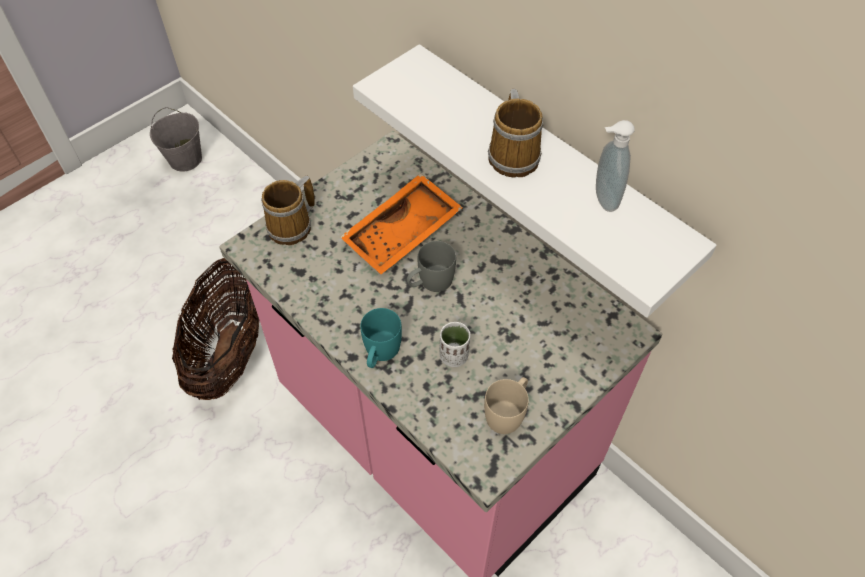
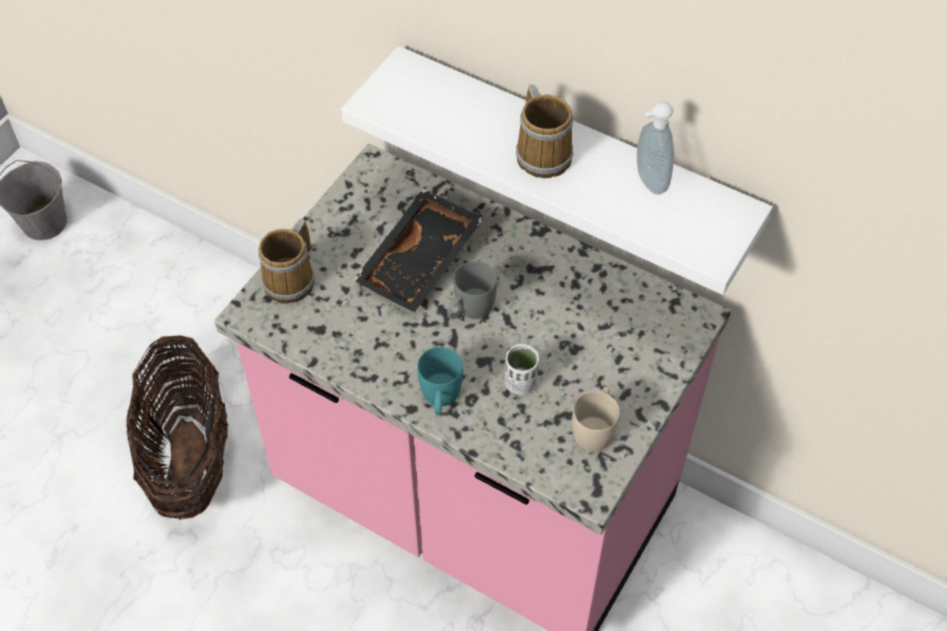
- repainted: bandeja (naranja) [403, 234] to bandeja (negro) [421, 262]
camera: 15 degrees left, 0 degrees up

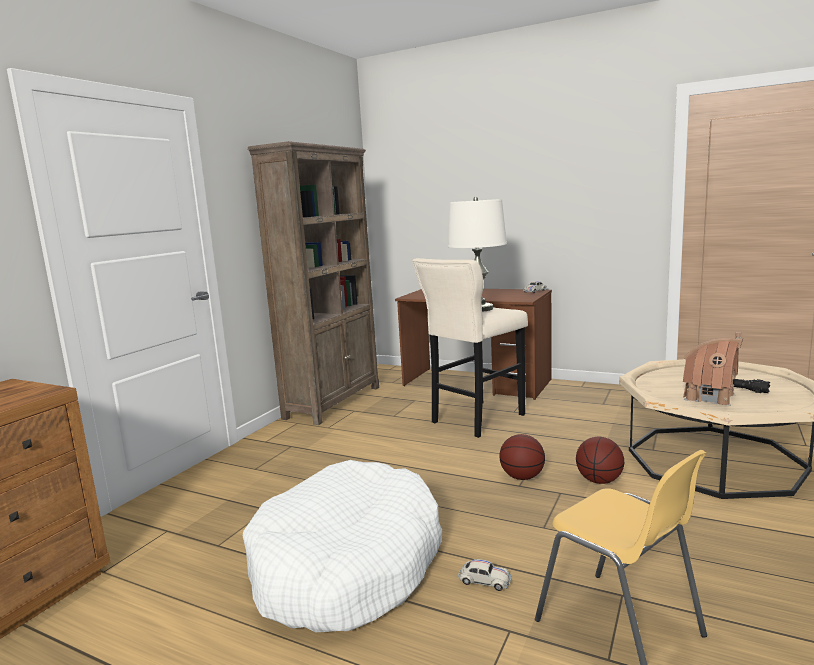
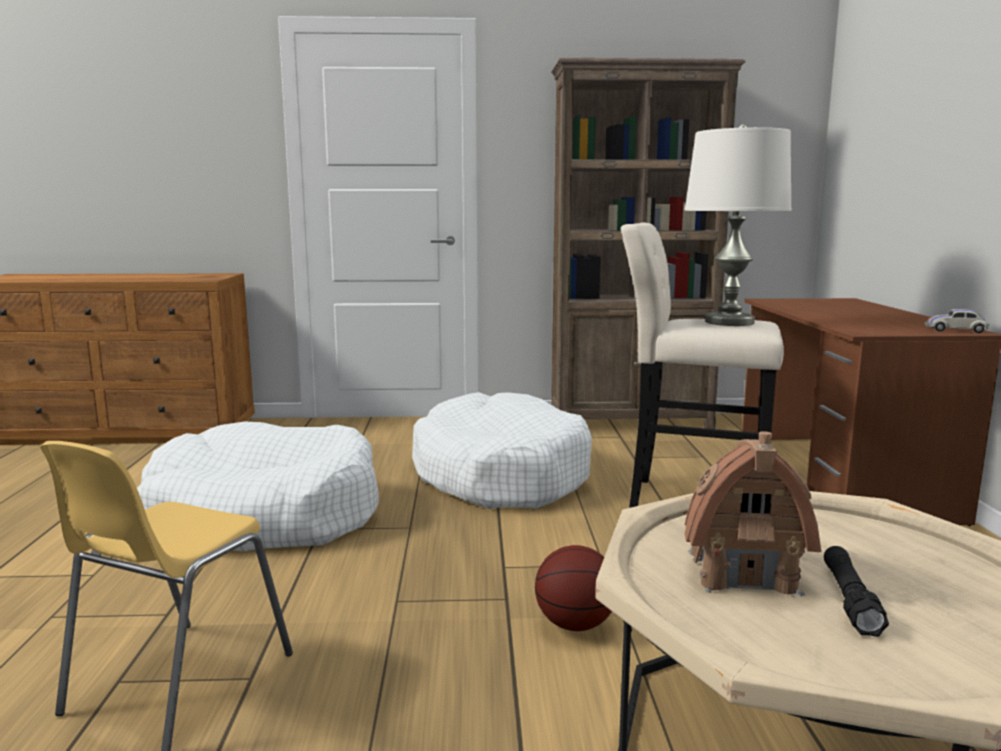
- new: cama para perro (blanco) [500, 475]
- gone: coche de juguete (blanco) [484, 581]
- gone: balón de baloncesto [522, 477]
camera: 60 degrees right, 0 degrees up

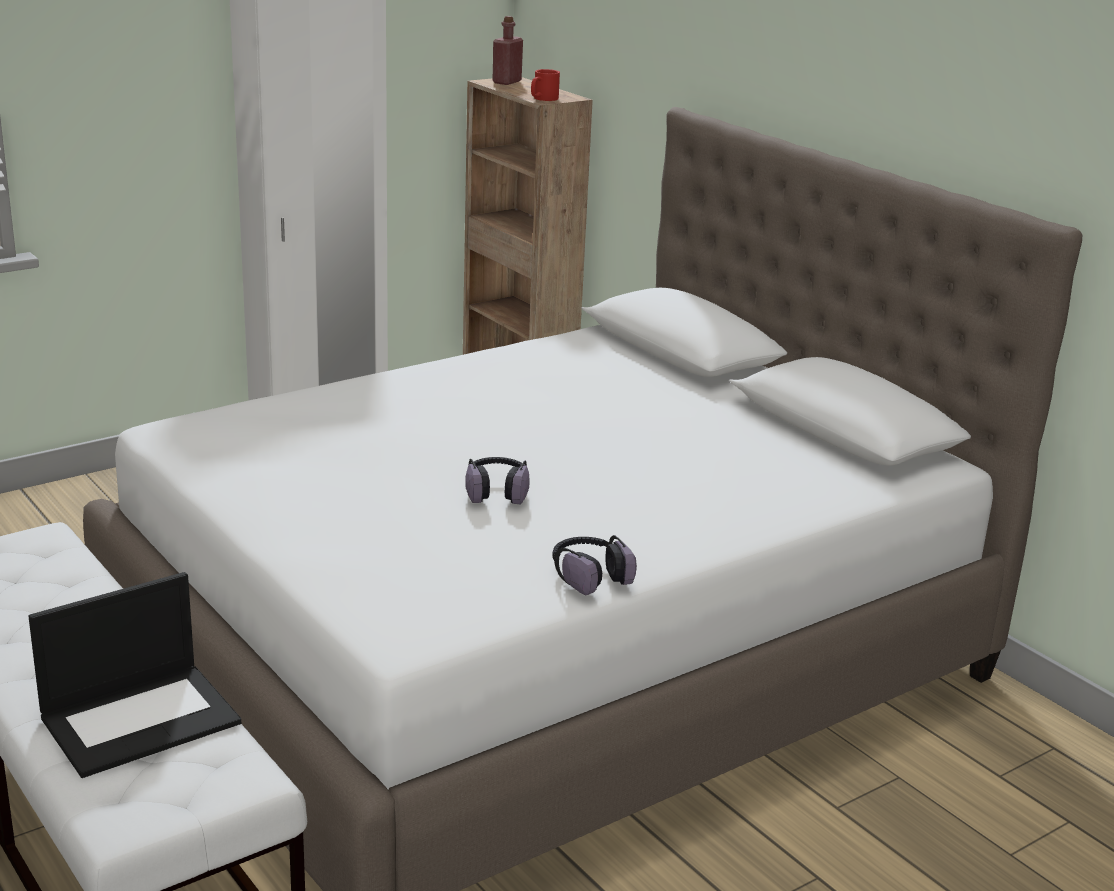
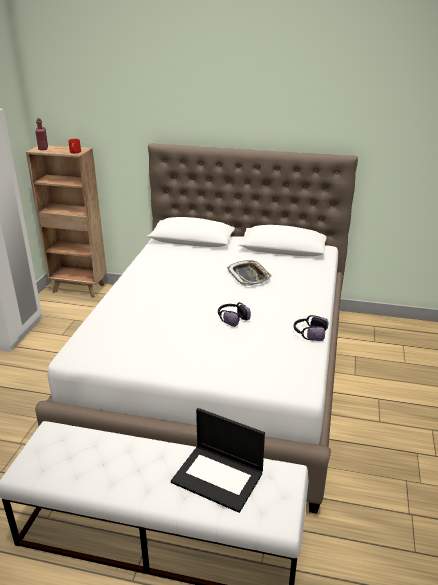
- rotated: portátil [141, 718] = [219, 477] 105 degrees clockwise
- new: bandeja [249, 276]
camera: 40 degrees left, 5 degrees up

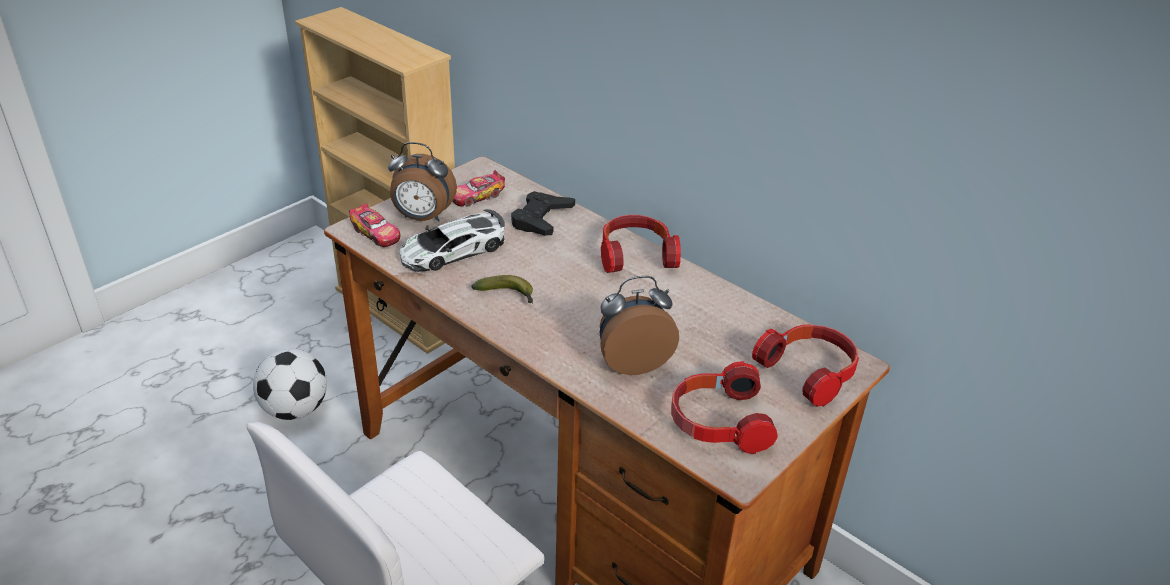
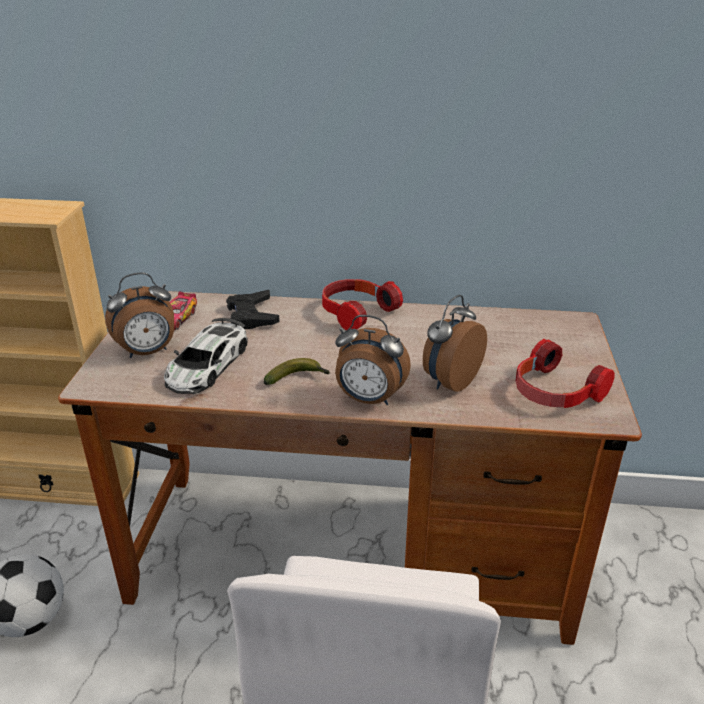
- new: despertador [369, 400]
- gone: coche de juguete [376, 234]
- gone: auriculares [810, 372]
camera: 35 degrees left, 5 degrees down

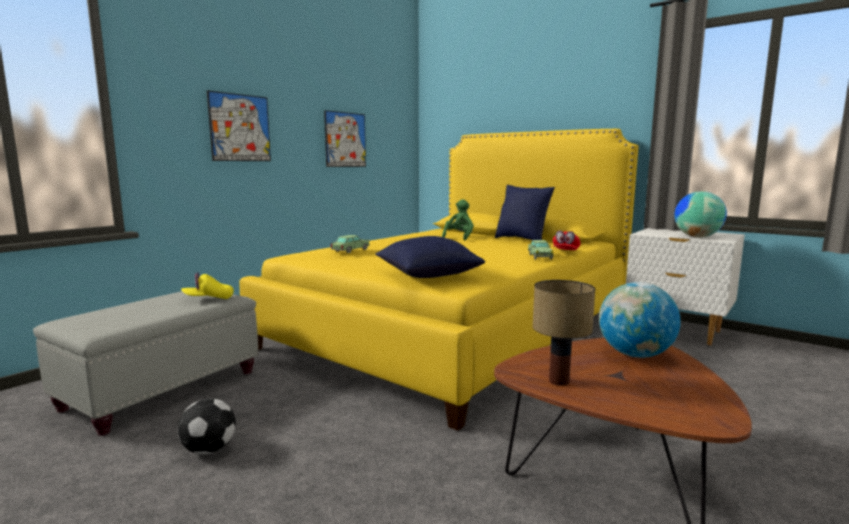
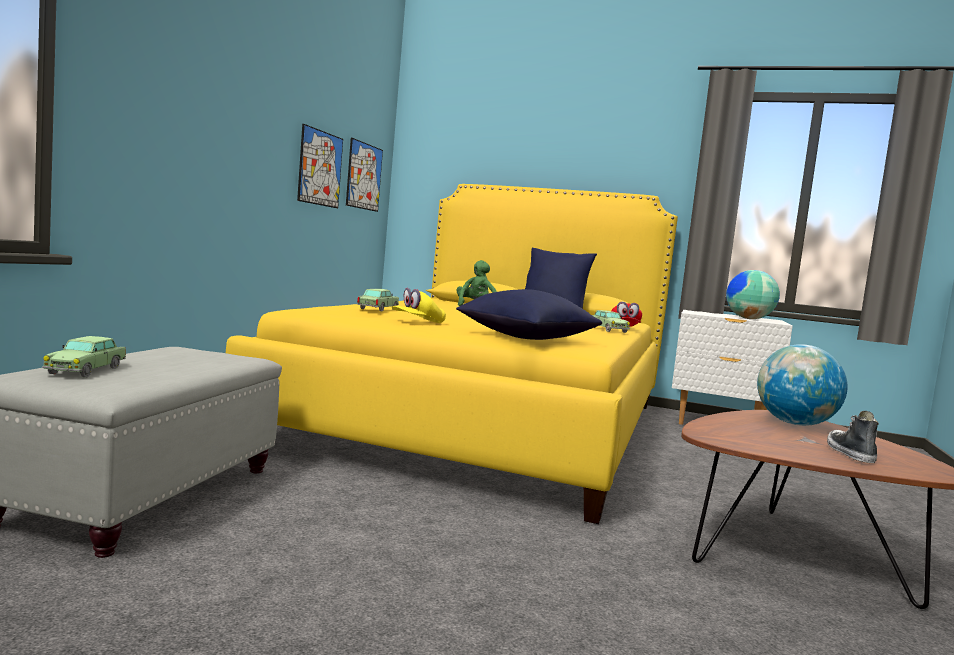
- new: coche de juguete [86, 370]
- shifted: cuadro [240, 128] to [364, 176]
- shifted: gorra (amarillo) [208, 299] to [418, 322]
- new: zapato [849, 453]
- gone: balón de fútbol [210, 450]
- gone: lámpara de mesa [559, 382]
camera: 20 degrees left, 5 degrees down

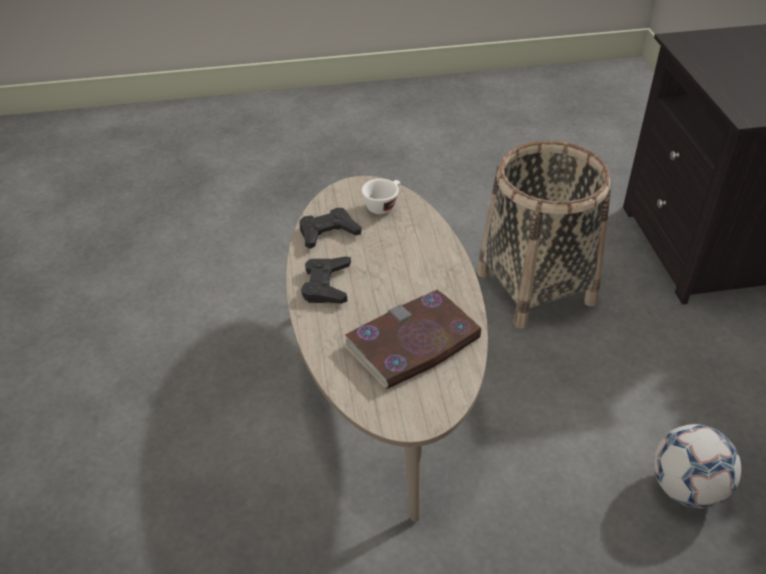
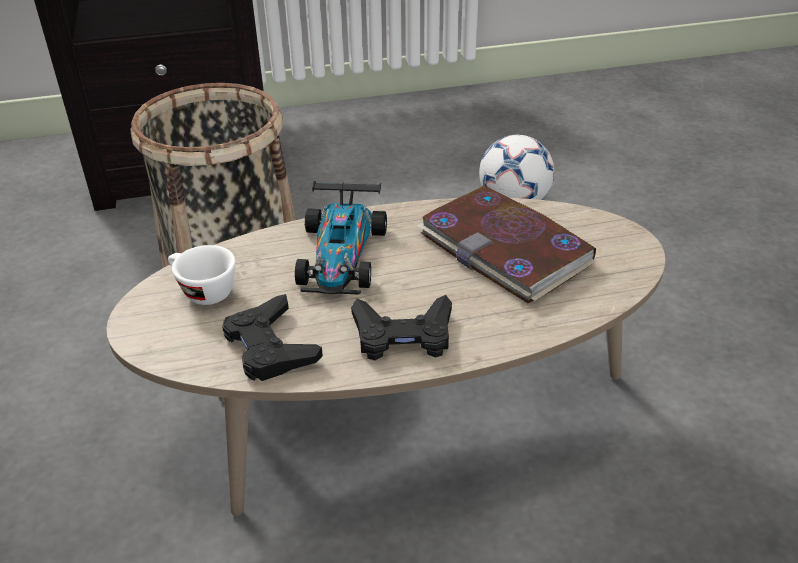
- new: coche de juguete [341, 255]
camera: 95 degrees left, 5 degrees down

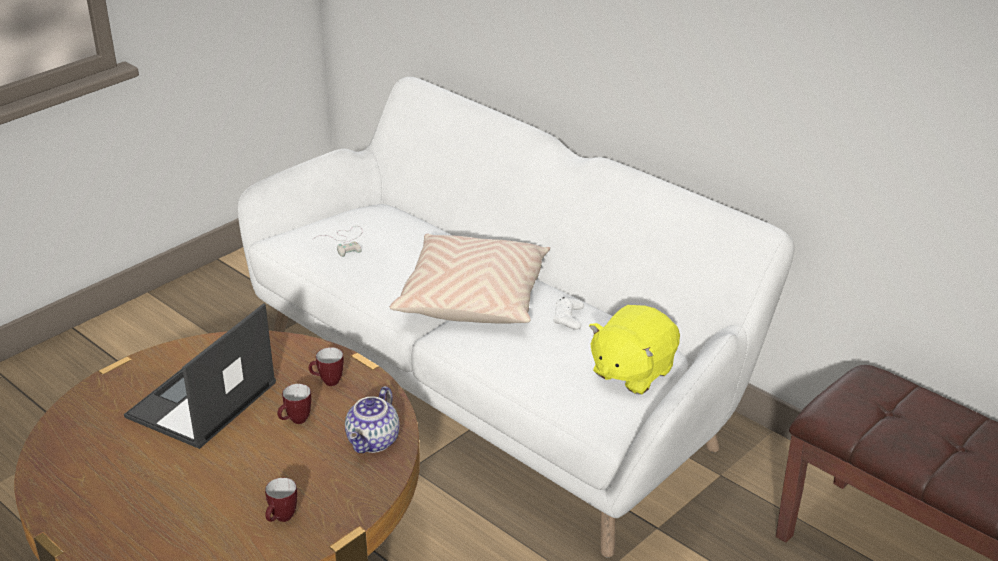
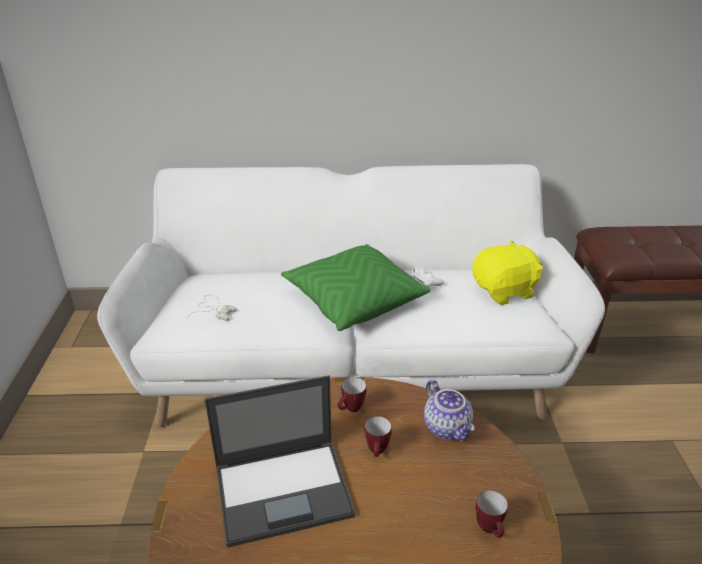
- rotated: portátil [201, 401] = [284, 490] 90 degrees counterclockwise
- repainted: cojín (beis) [473, 298] to cojín (verde) [353, 300]
- rotated: peluche (amarillo) [632, 372] = [504, 291] 105 degrees counterclockwise
camera: 45 degrees left, 0 degrees up

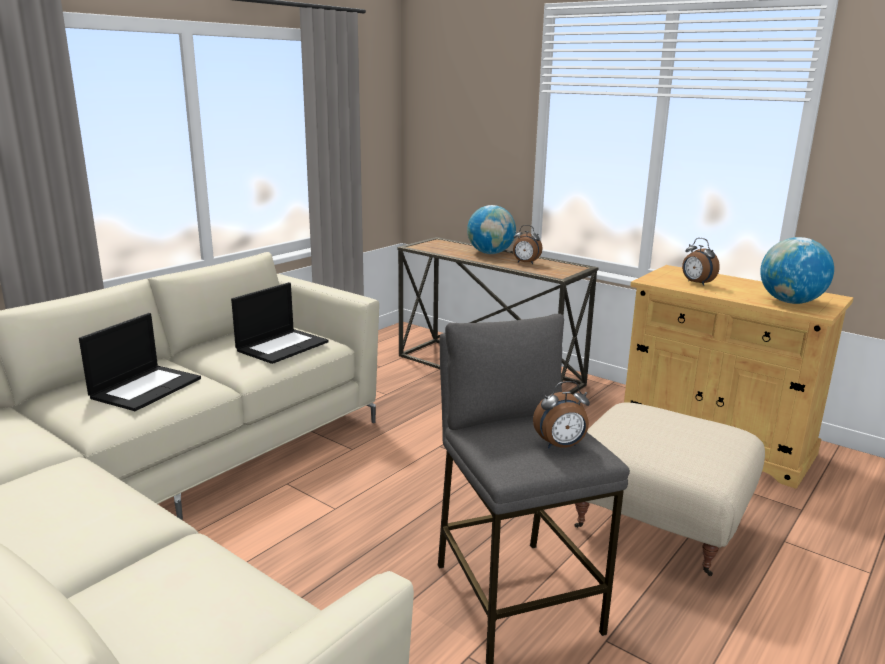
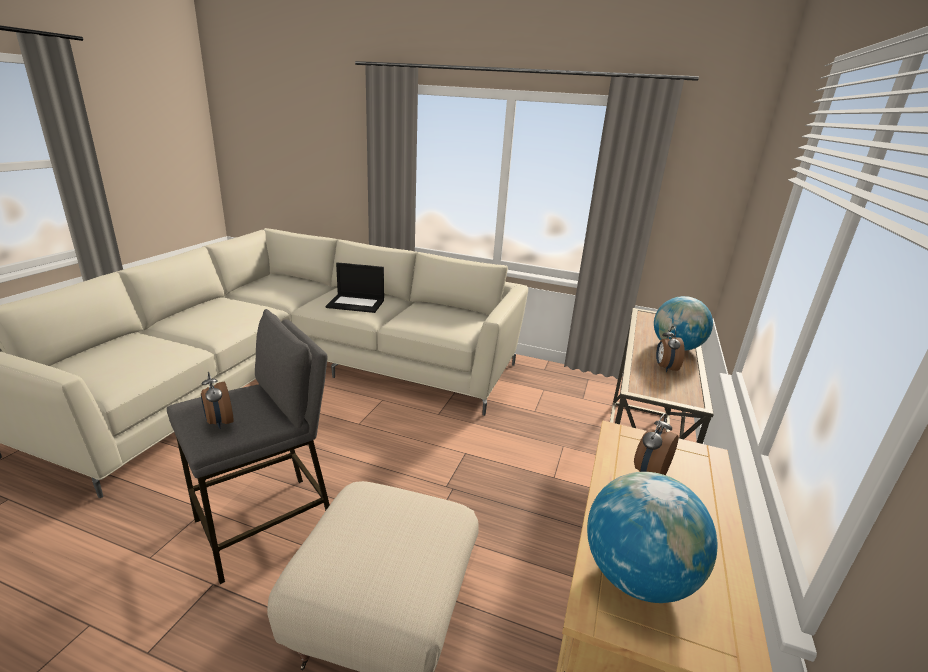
- gone: portátil [282, 346]
camera: 70 degrees right, 5 degrees up

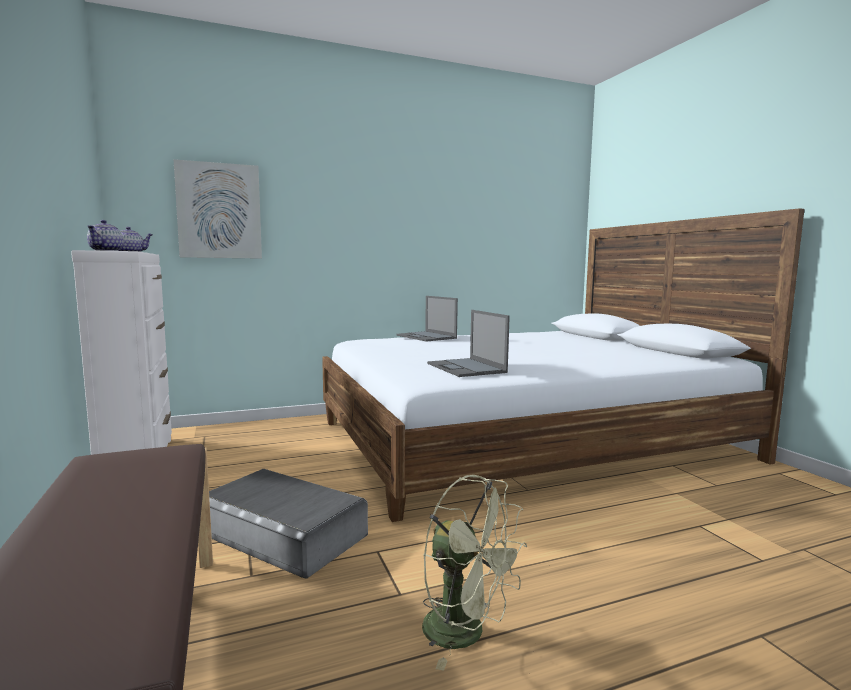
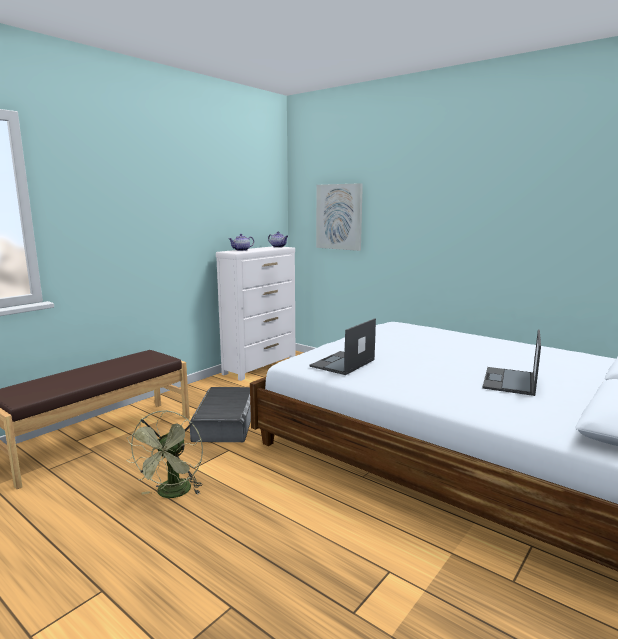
- shifted: portátil [427, 337] to [510, 381]
camera: 60 degrees right, 5 degrees up

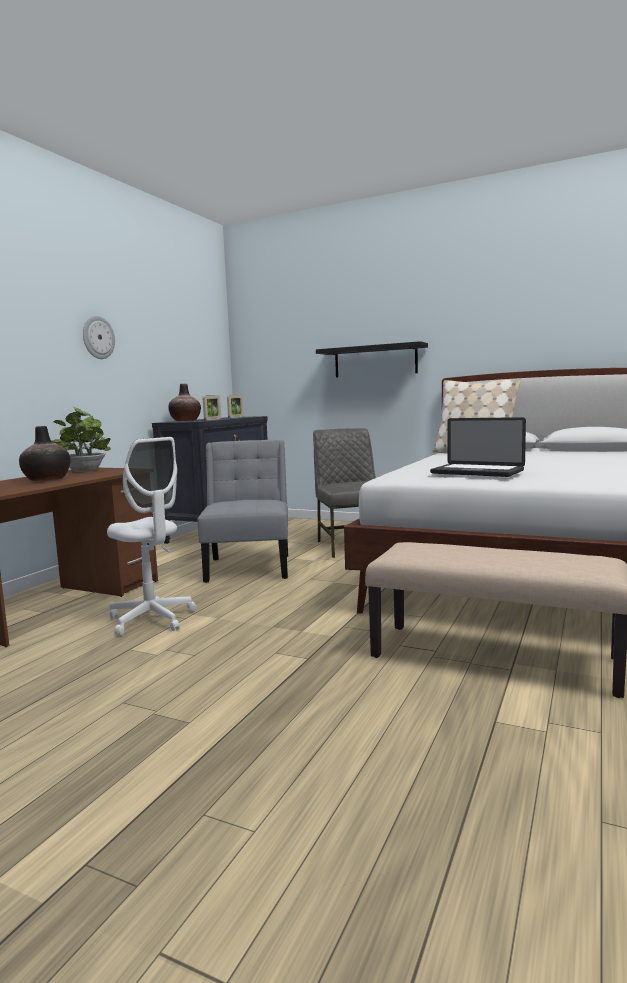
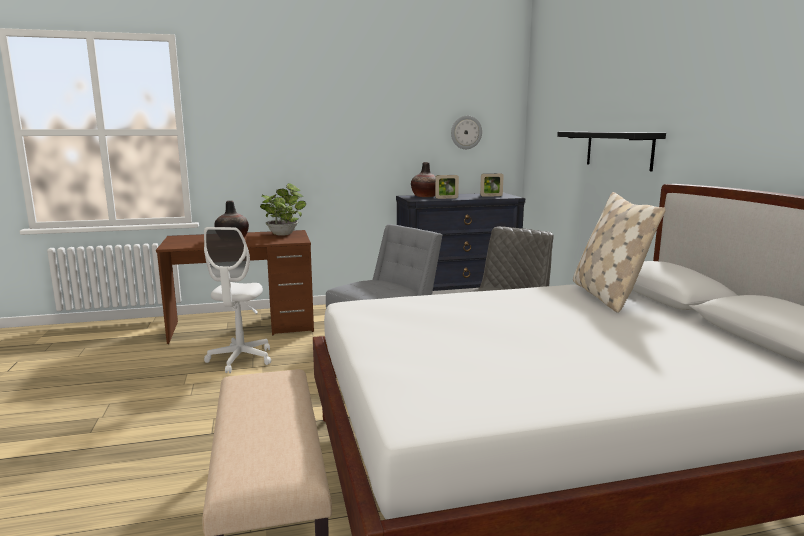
- shifted: reloj de pared [98, 337] to [466, 132]
- gone: portátil [477, 472]
camera: 50 degrees right, 5 degrees up

